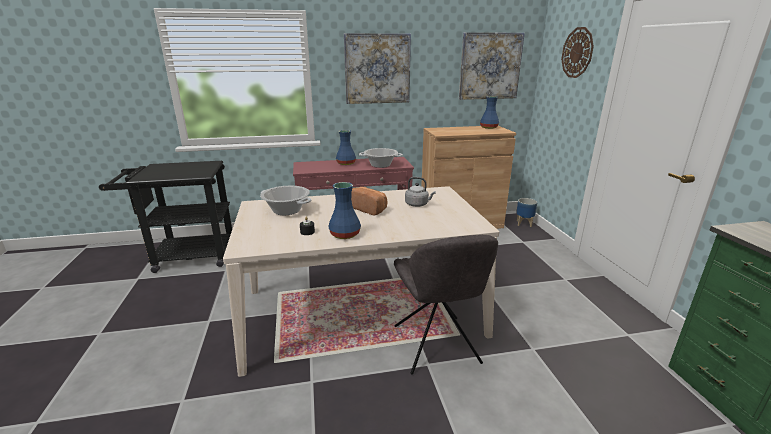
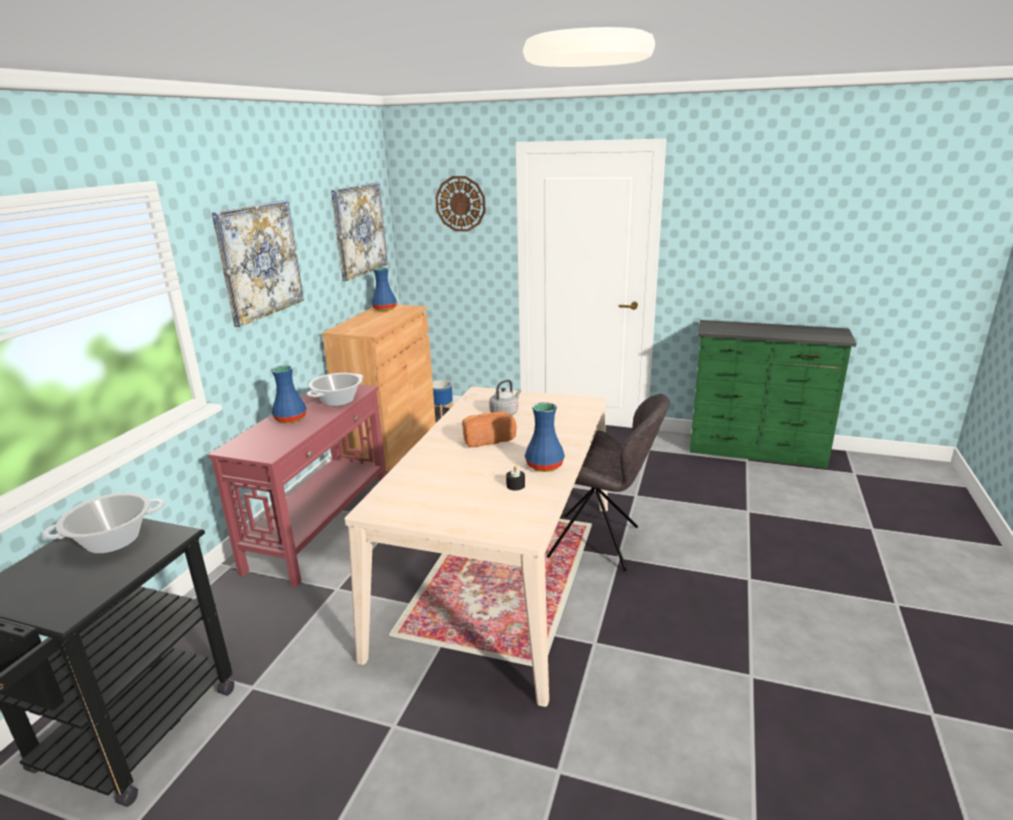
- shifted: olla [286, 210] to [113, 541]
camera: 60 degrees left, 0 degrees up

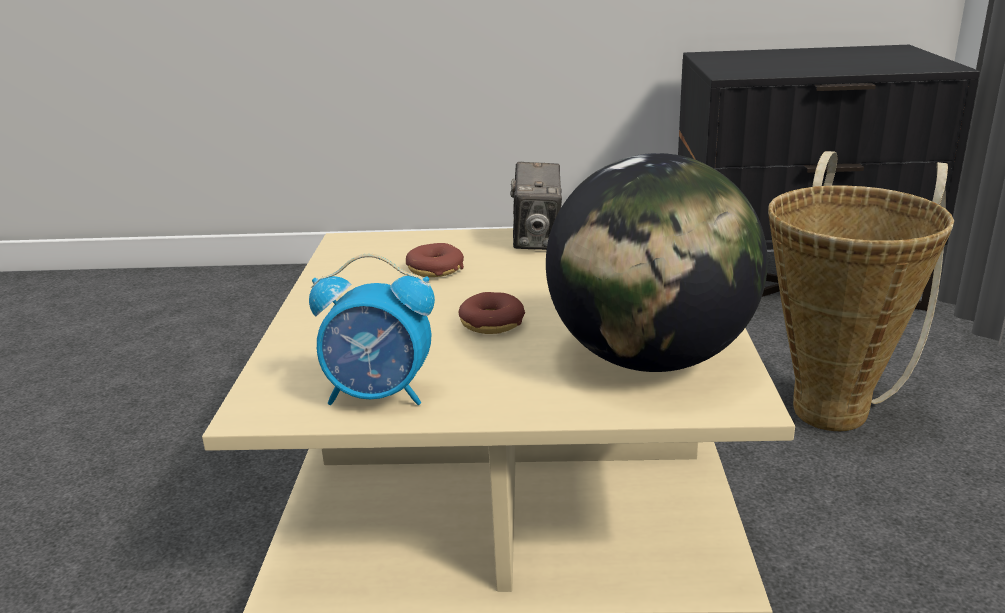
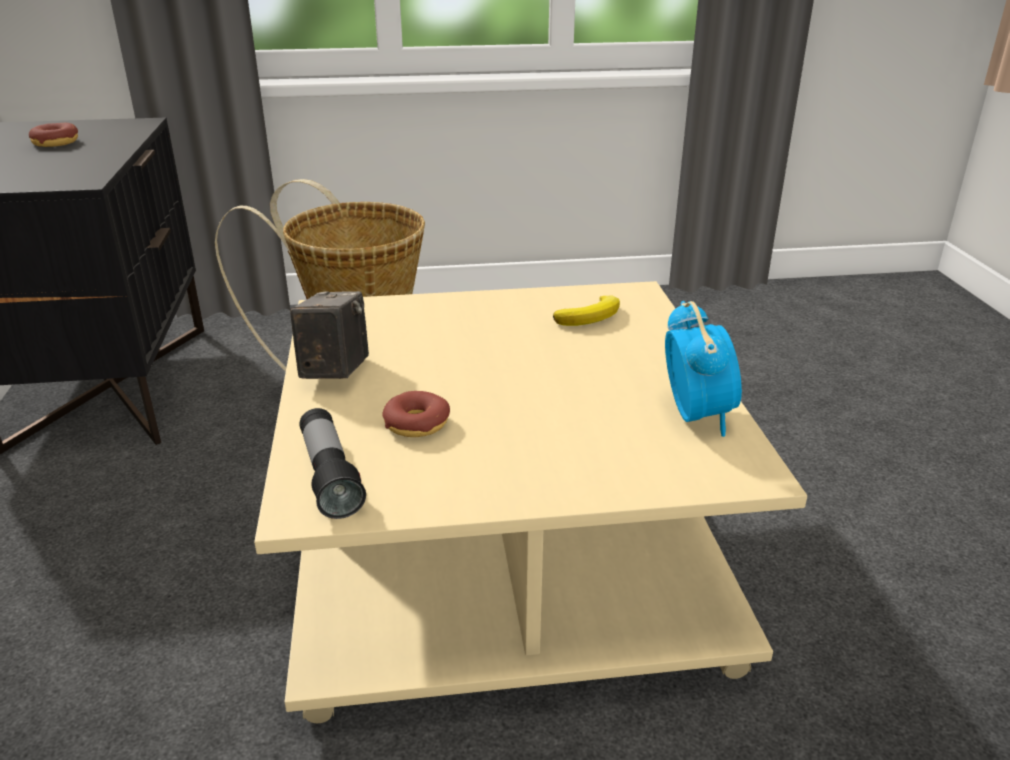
- shifted: rosquilla [491, 323] to [56, 143]
- rotated: cámara [537, 241] = [335, 371] 75 degrees counterclockwise
- new: linterna [330, 476]
- swapped: globo terráqueo [650, 358] to plátano [591, 316]
camera: 100 degrees left, 5 degrees up

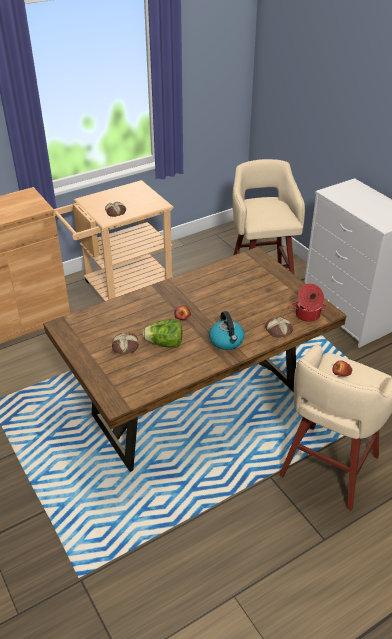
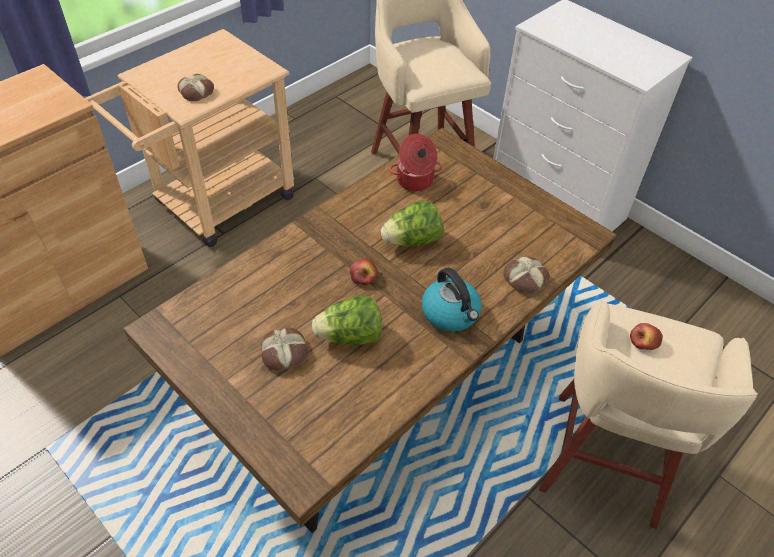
- new: lechuga [412, 241]
- shifted: olla [307, 315] to [415, 181]
camera: 15 degrees left, 10 degrees up

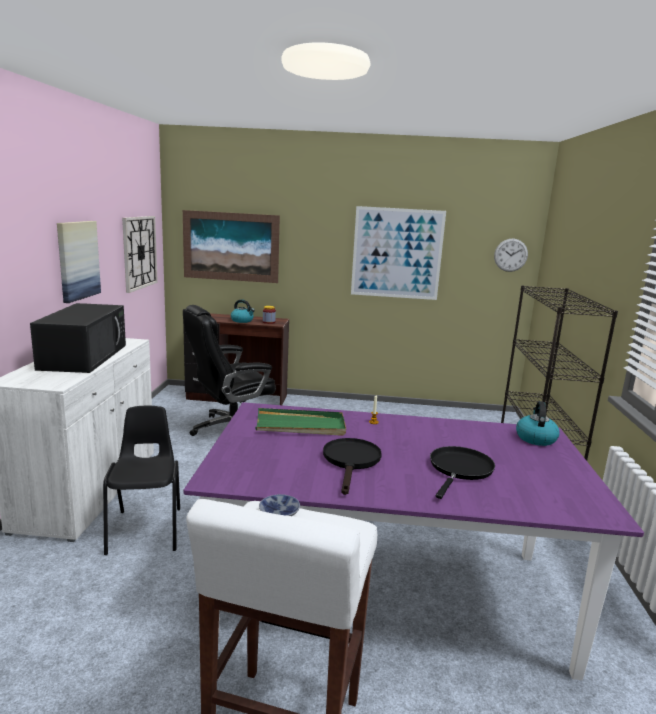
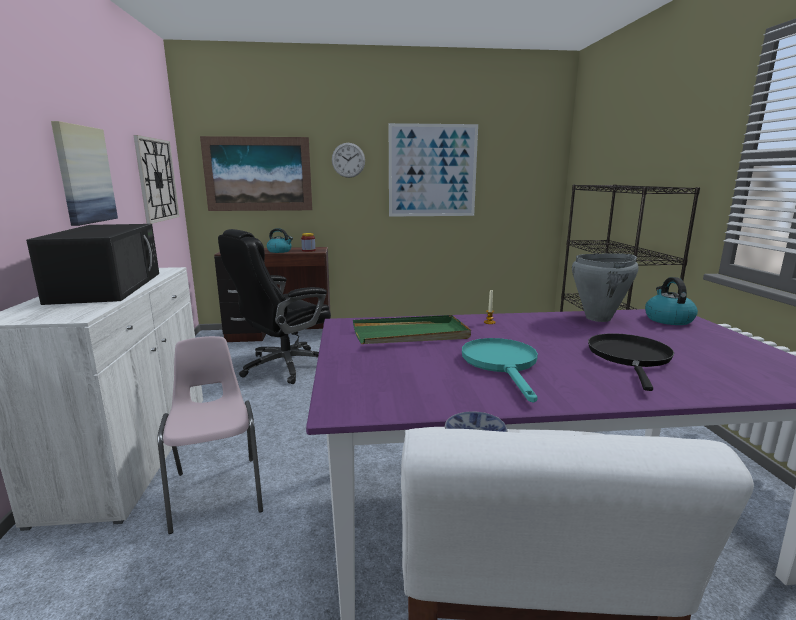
- repainted: silla (negro) [147, 530] to silla (rosa) [218, 491]
- shifted: reloj de pared [510, 255] to [348, 160]
- repainted: sartén (negro) [351, 462] to sartén (turquesa) [502, 364]
- new: olla (gris) [599, 318]
camera: 10 degrees left, 0 degrees up

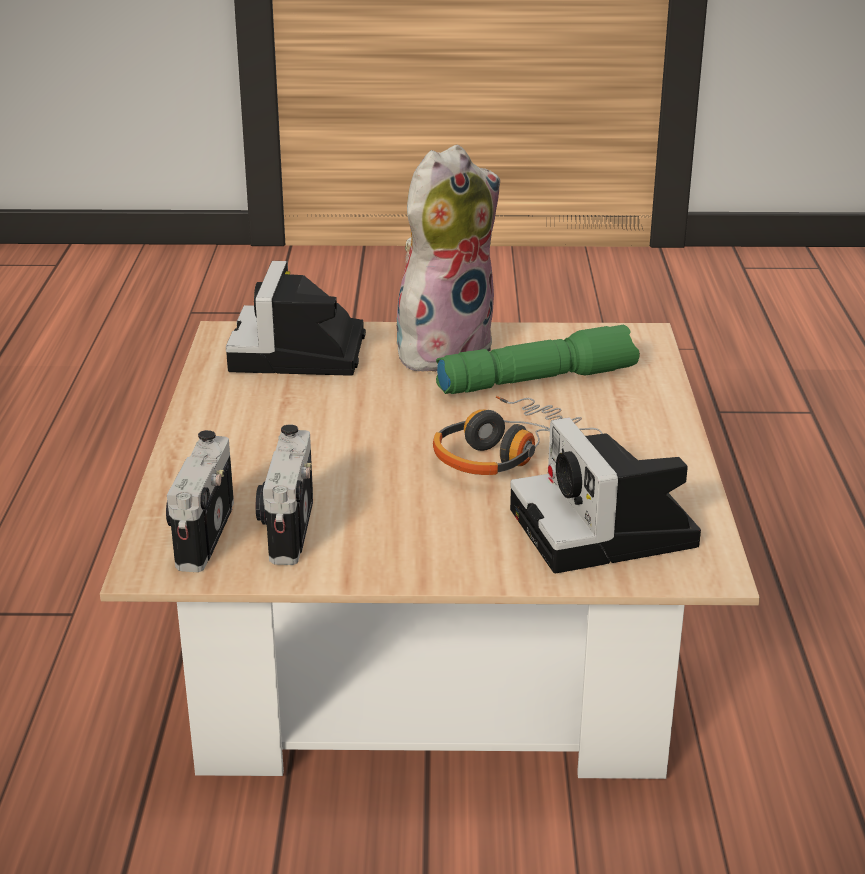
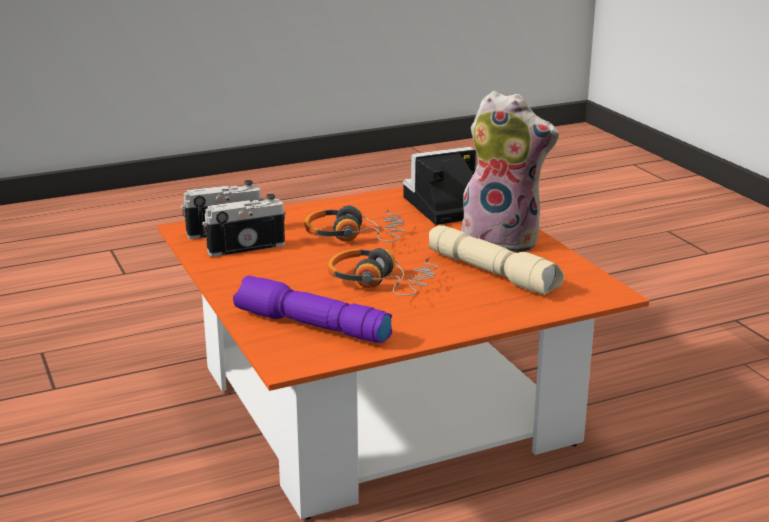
- repainted: mesa de centro (beis) [432, 636] to mesa de centro (naranja) [384, 404]
- swapped: cámara [608, 531] to linterna (morado) [310, 326]
- new: auriculares [355, 236]
- repainted: linterna (verde) [537, 379] to linterna (beis) [493, 273]
camera: 65 degrees right, 5 degrees down

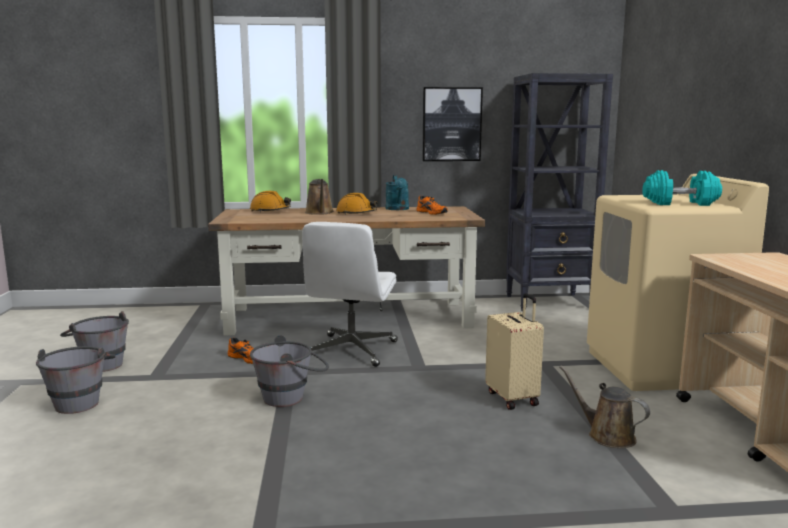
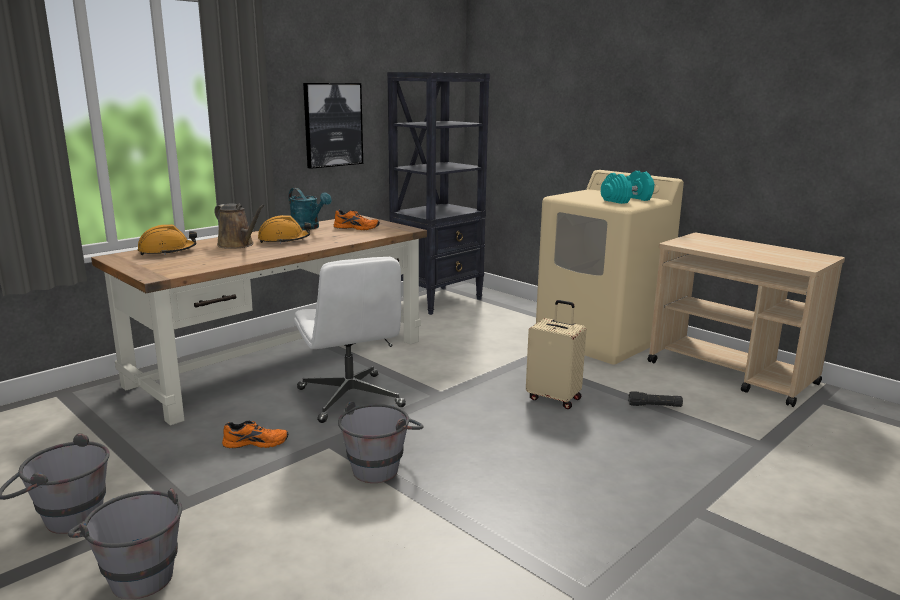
- swapped: regadera (marrón) [607, 435] to linterna (negro) [654, 406]
camera: 40 degrees left, 5 degrees up

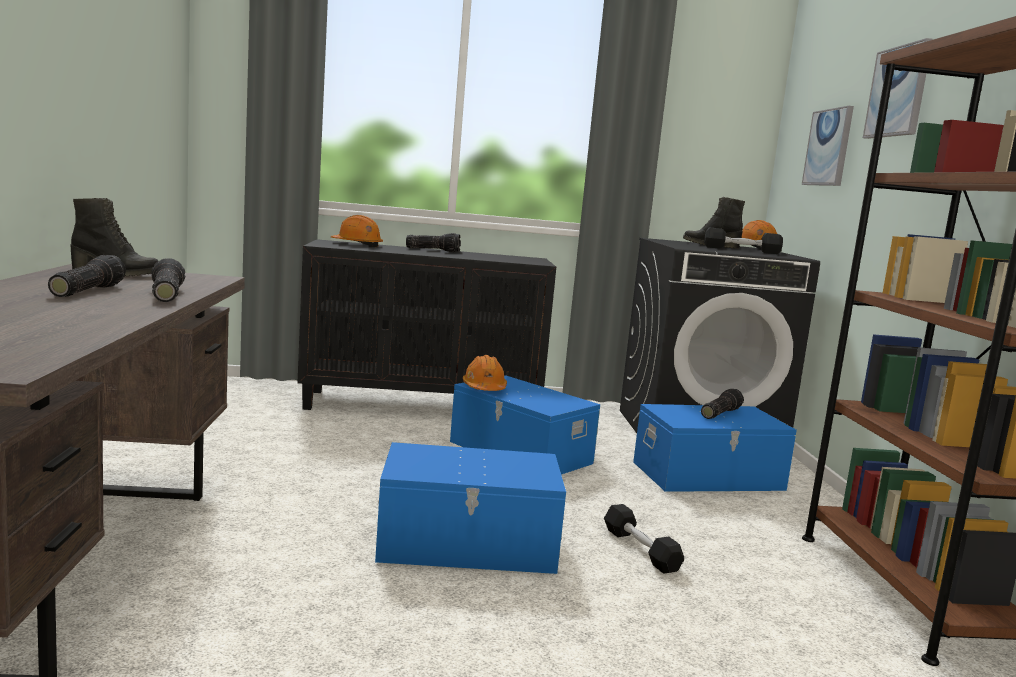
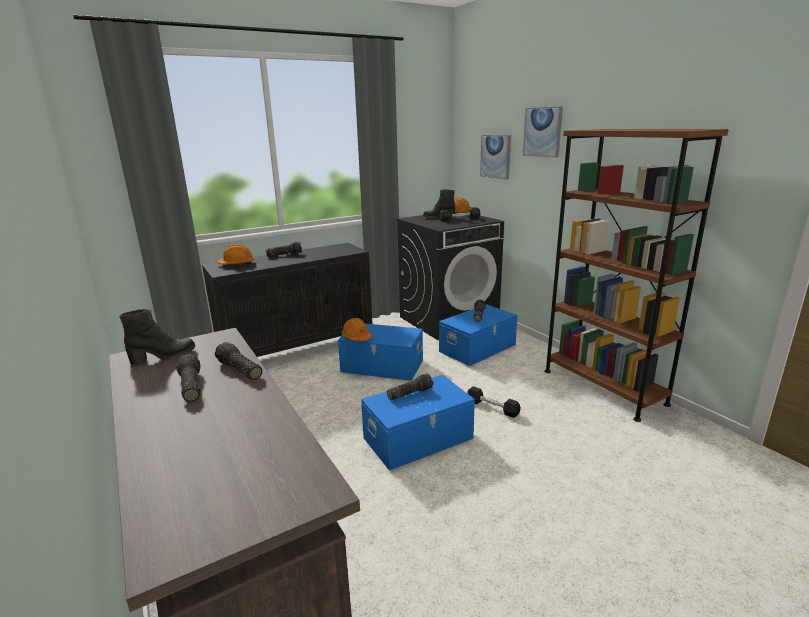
- new: linterna [410, 393]
camera: 25 degrees left, 10 degrees up

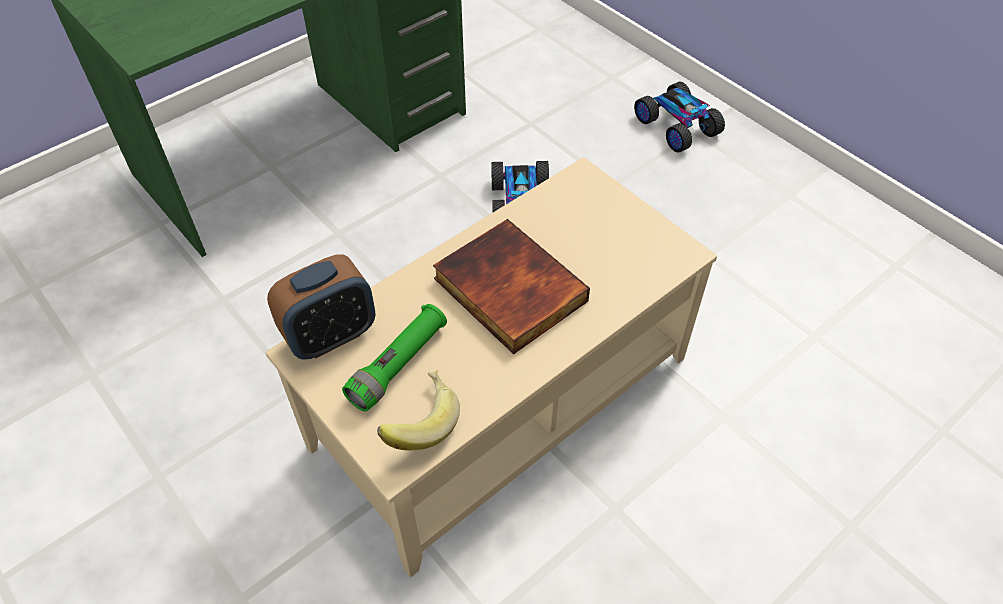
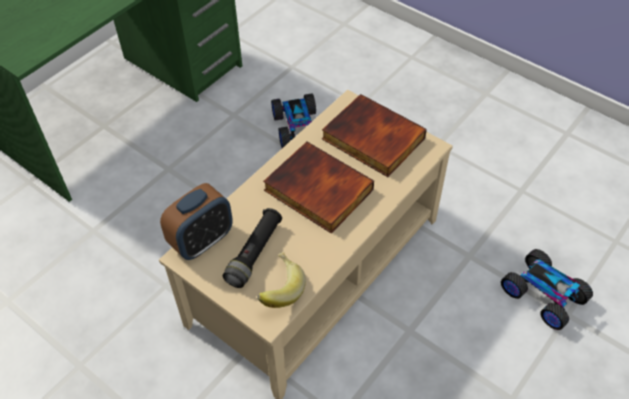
- repainted: linterna (verde) [398, 365] to linterna (negro) [254, 253]
- new: libro [371, 139]
- shifted: coche de juguete [677, 126] to [543, 294]
camera: 10 degrees left, 0 degrees up

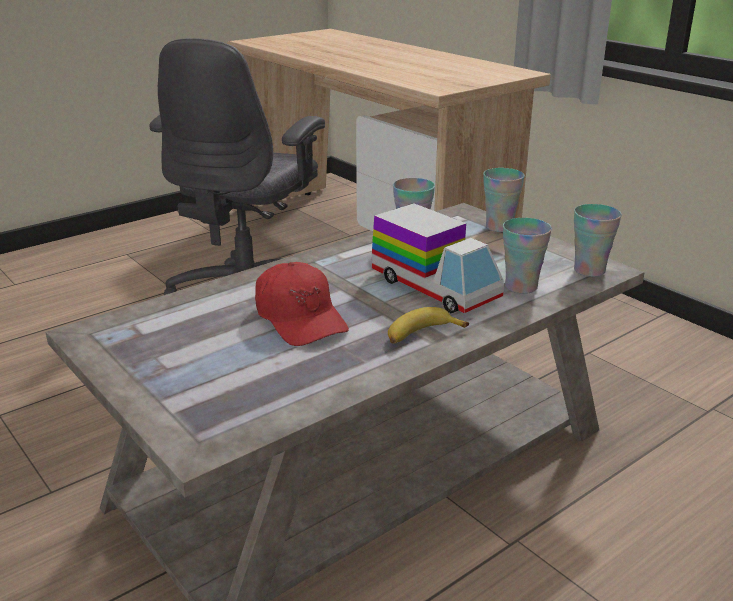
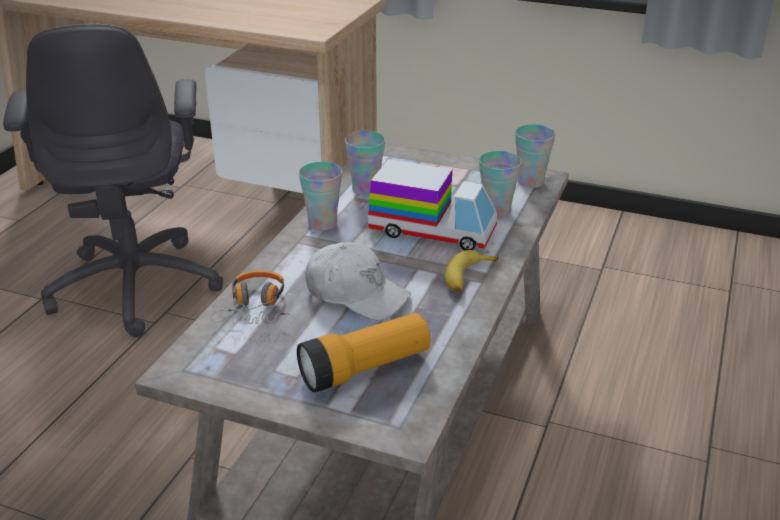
- new: auriculares [255, 307]
- new: linterna [365, 369]
- shifted: taza [499, 227] to [322, 223]
- repainted: gorra (rojo) [300, 318] to gorra (blanco) [356, 294]
camera: 30 degrees left, 5 degrees up

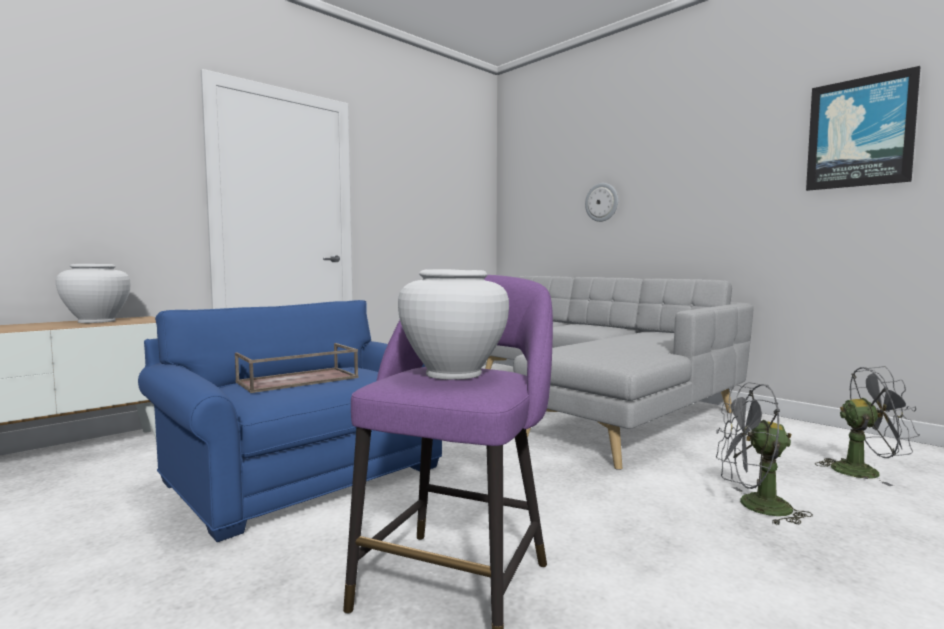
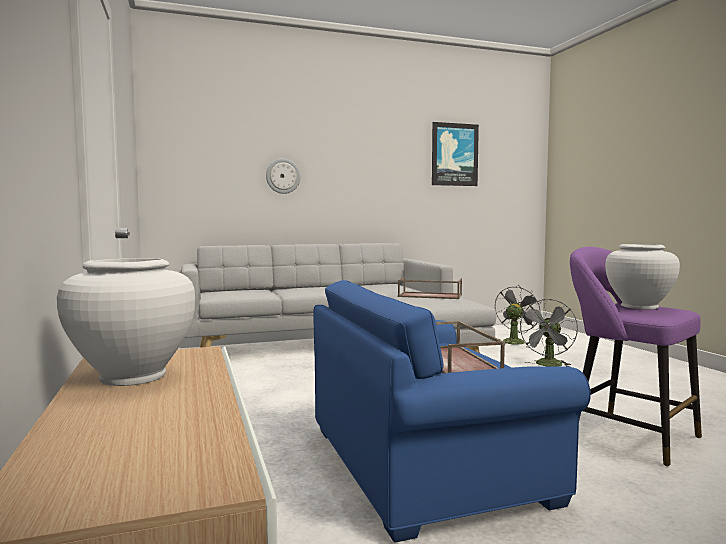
- new: bandeja (marrón) [429, 296]
camera: 65 degrees left, 0 degrees up

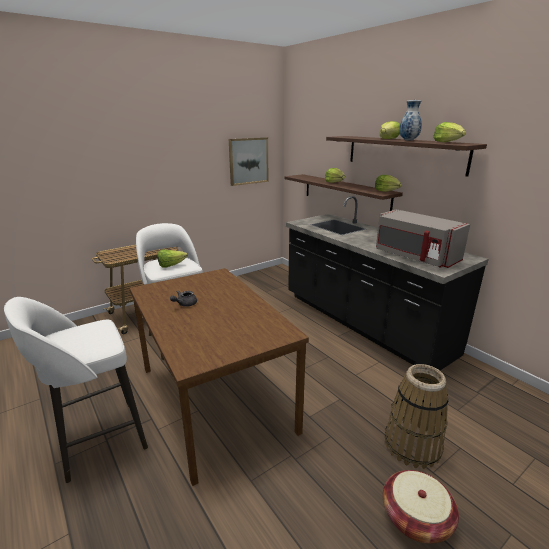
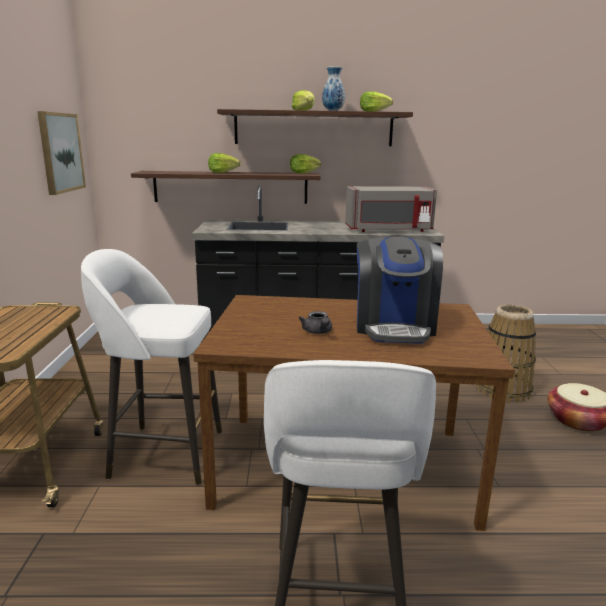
- new: cafetera [394, 326]
- gone: lechuga [171, 265]
camera: 55 degrees left, 5 degrees down

